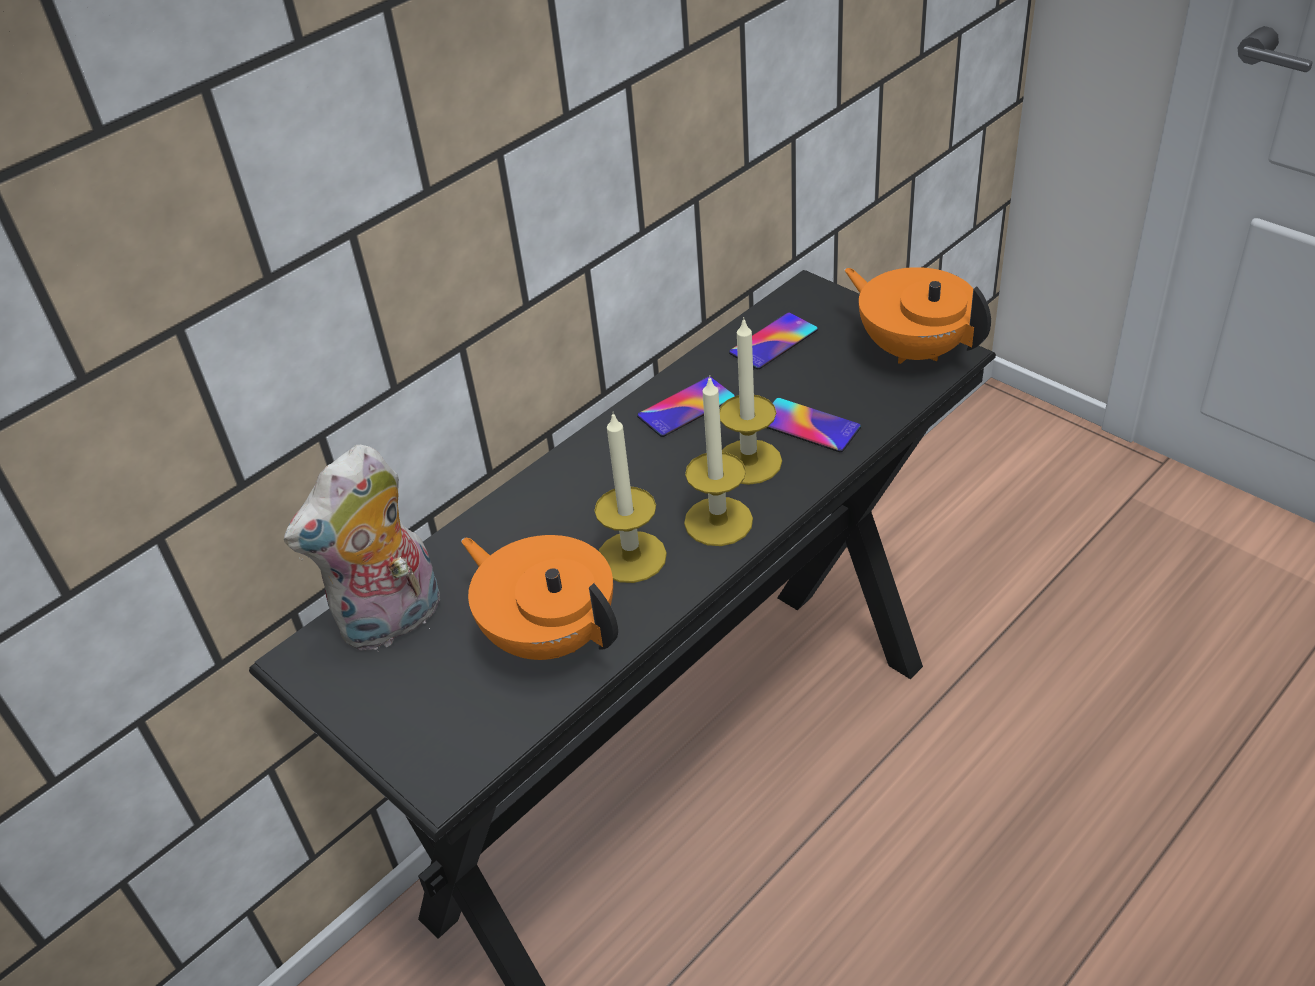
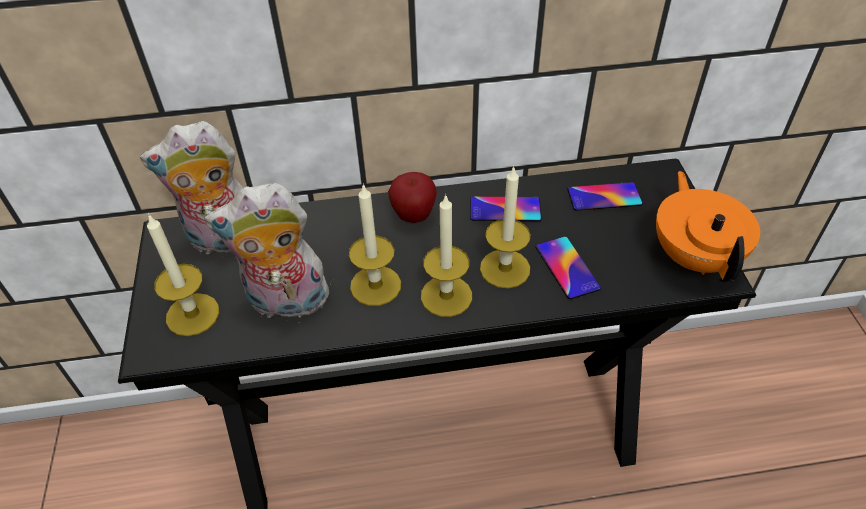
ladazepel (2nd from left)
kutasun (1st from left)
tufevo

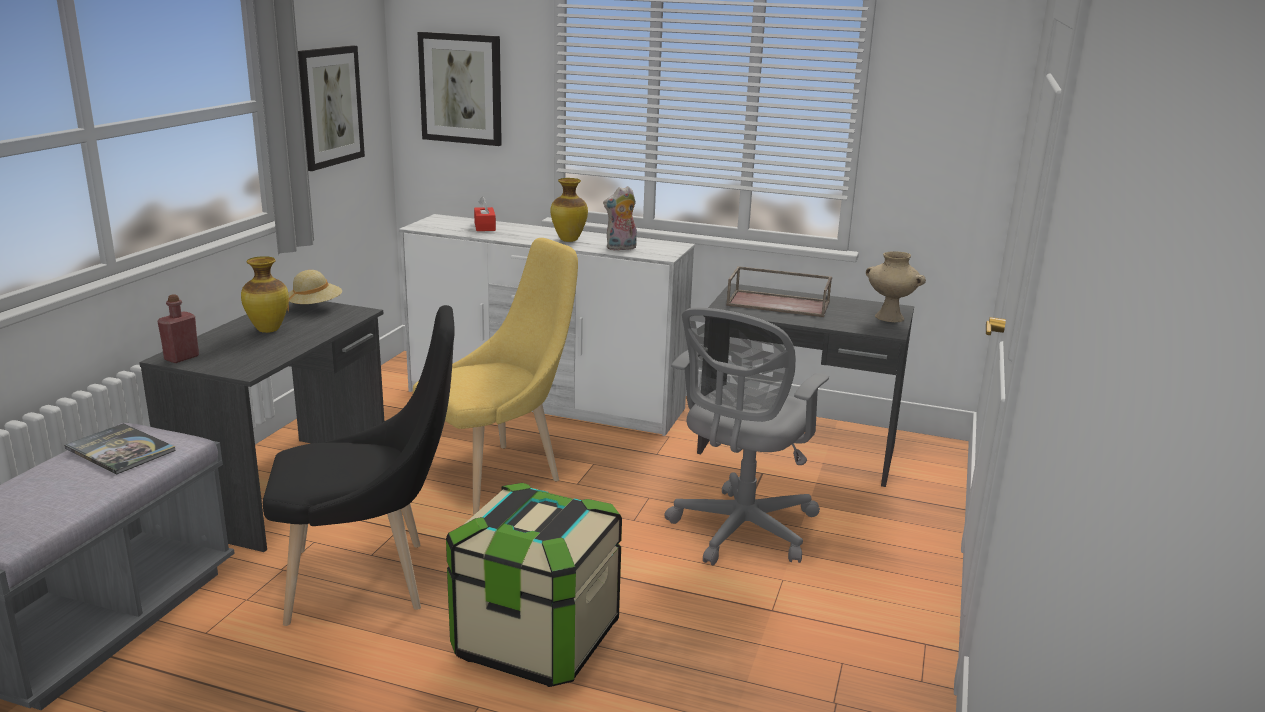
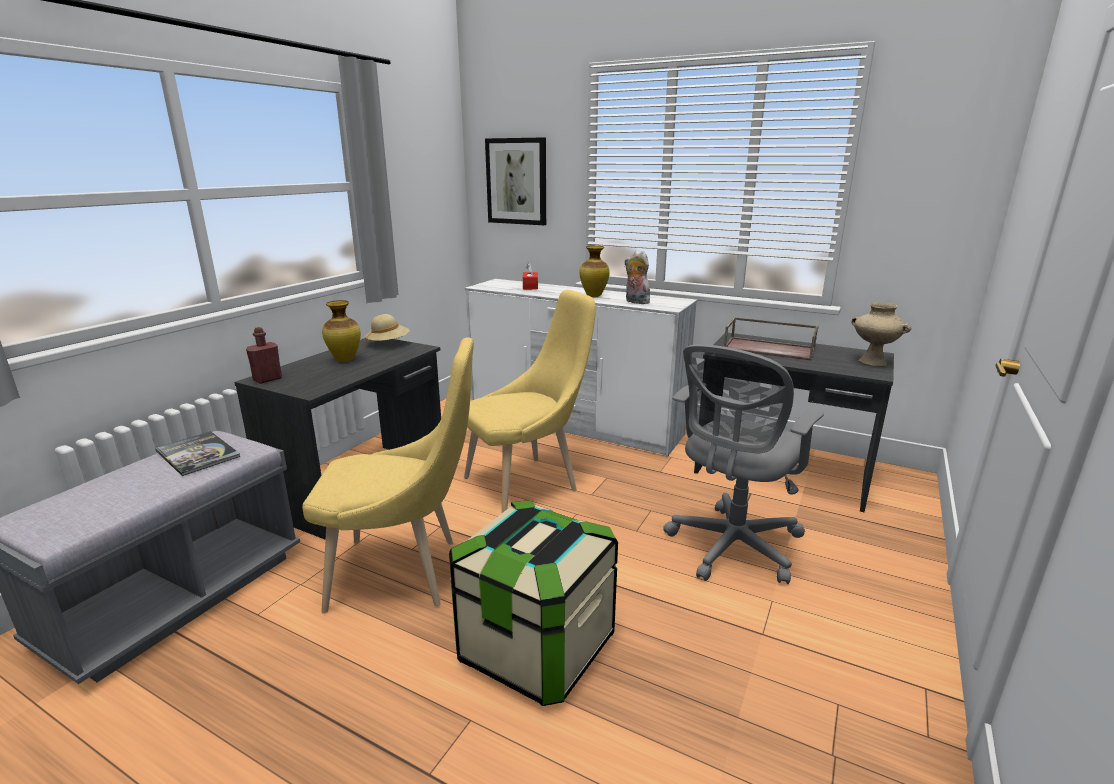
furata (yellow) (1st from left)
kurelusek (1st from left in the first image)
ladazepel

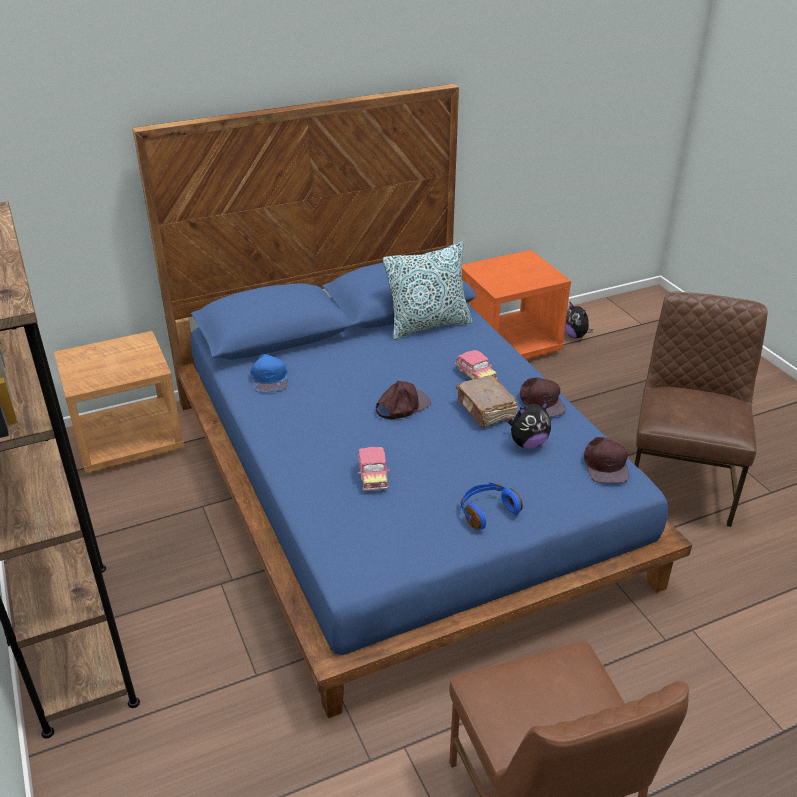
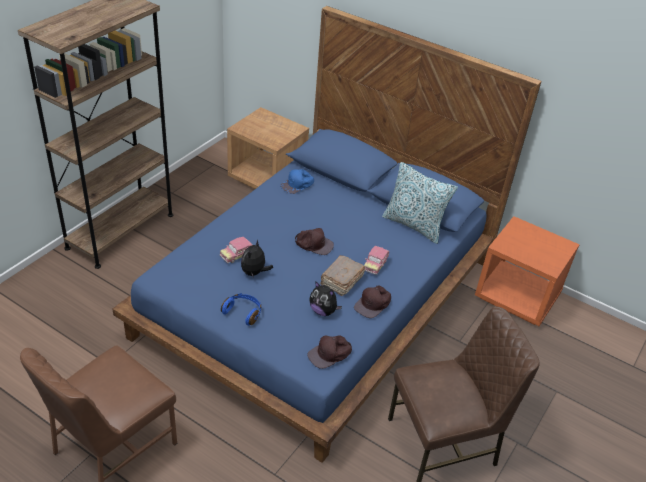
ladazepel (1st from left)

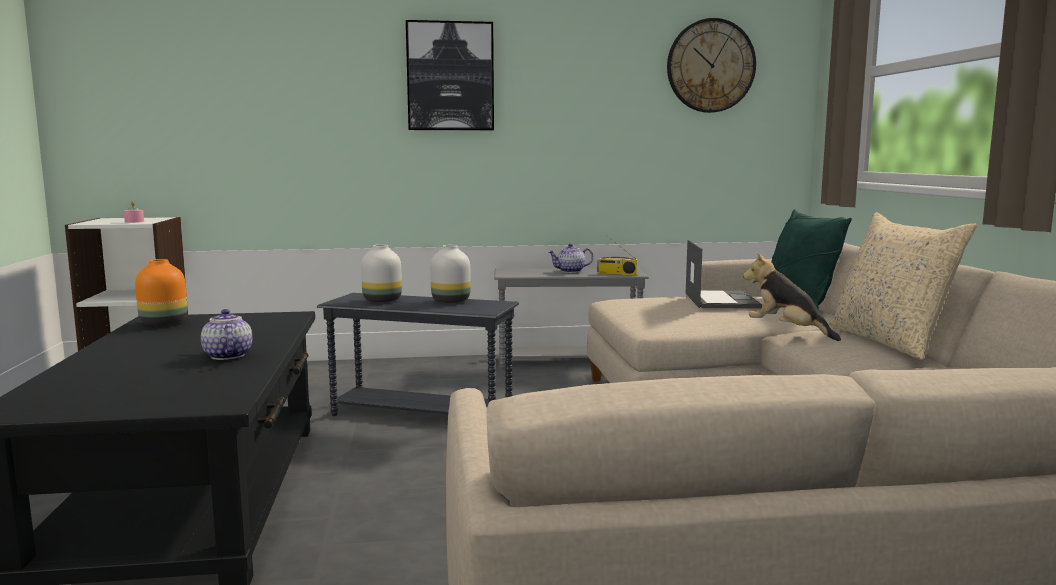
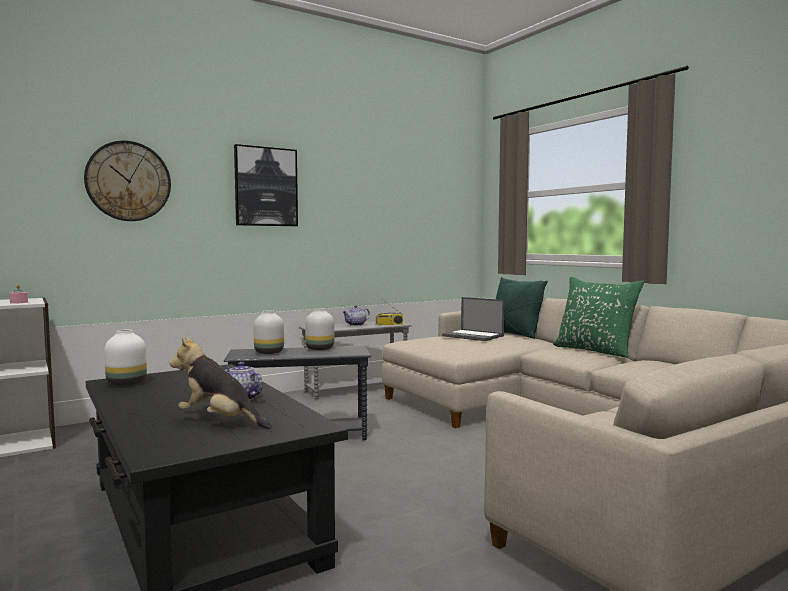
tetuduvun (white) (1st from left)
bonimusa
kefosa
ladazepel
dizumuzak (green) (2nd from left)

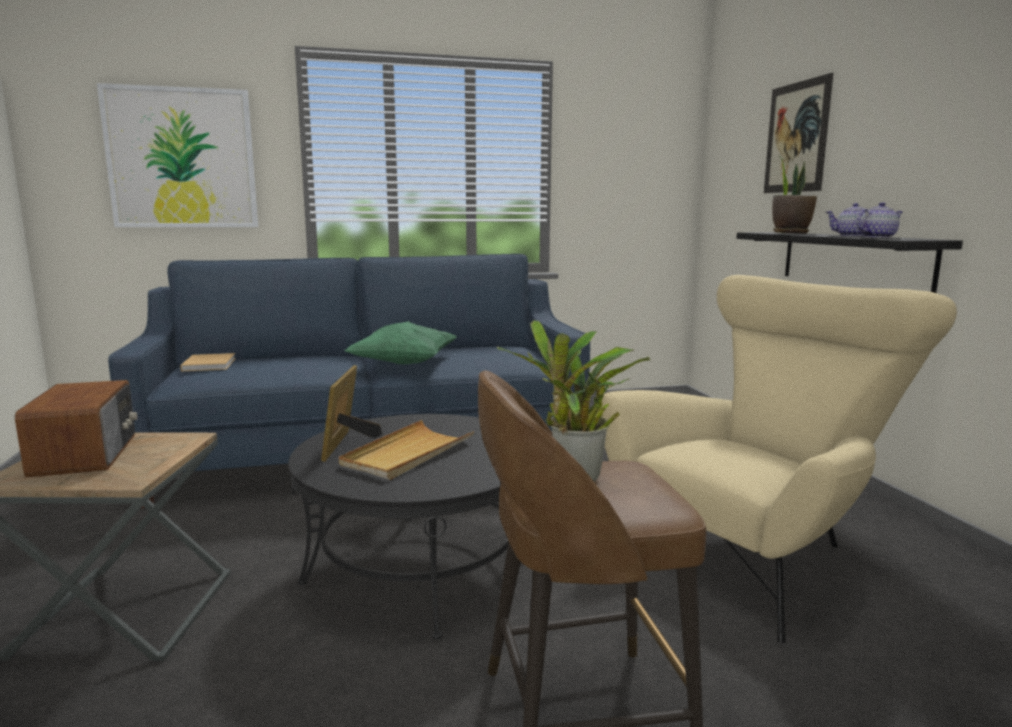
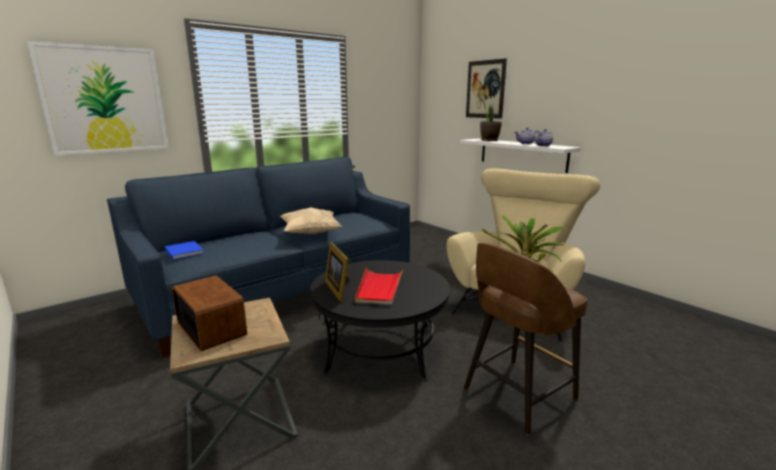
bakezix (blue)
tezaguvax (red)
dizumuzak (beige)
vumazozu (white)

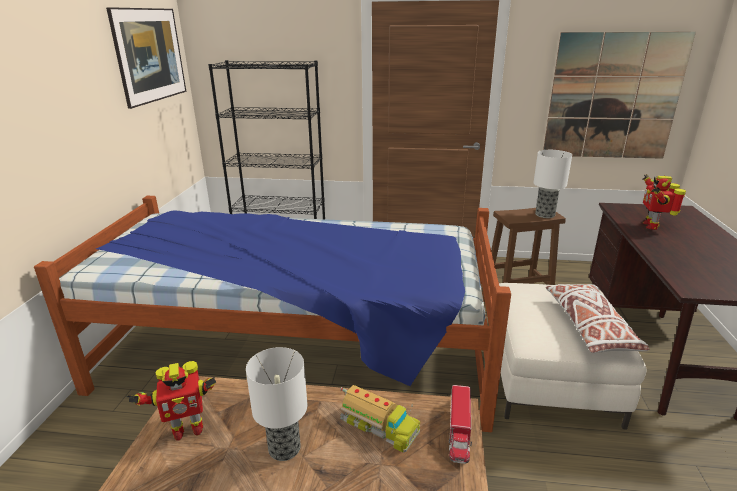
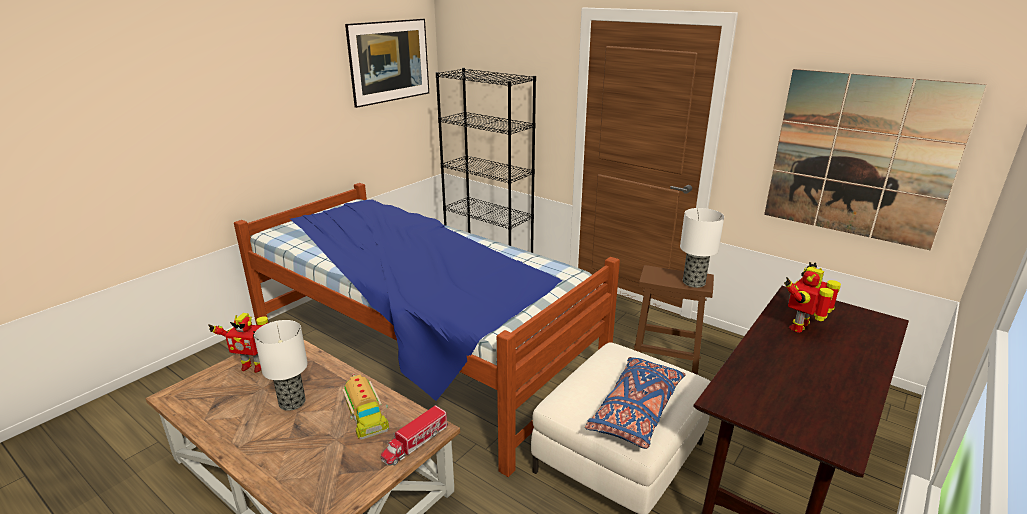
dizumuzak (blue)

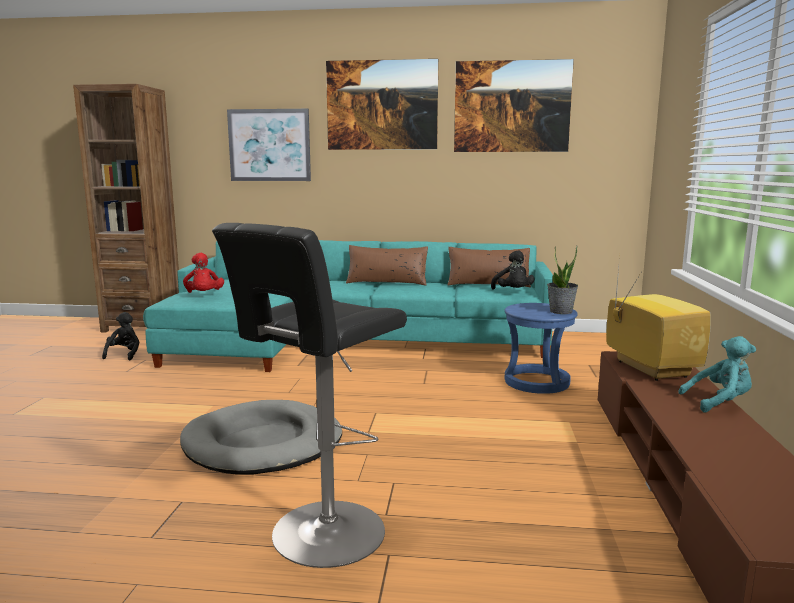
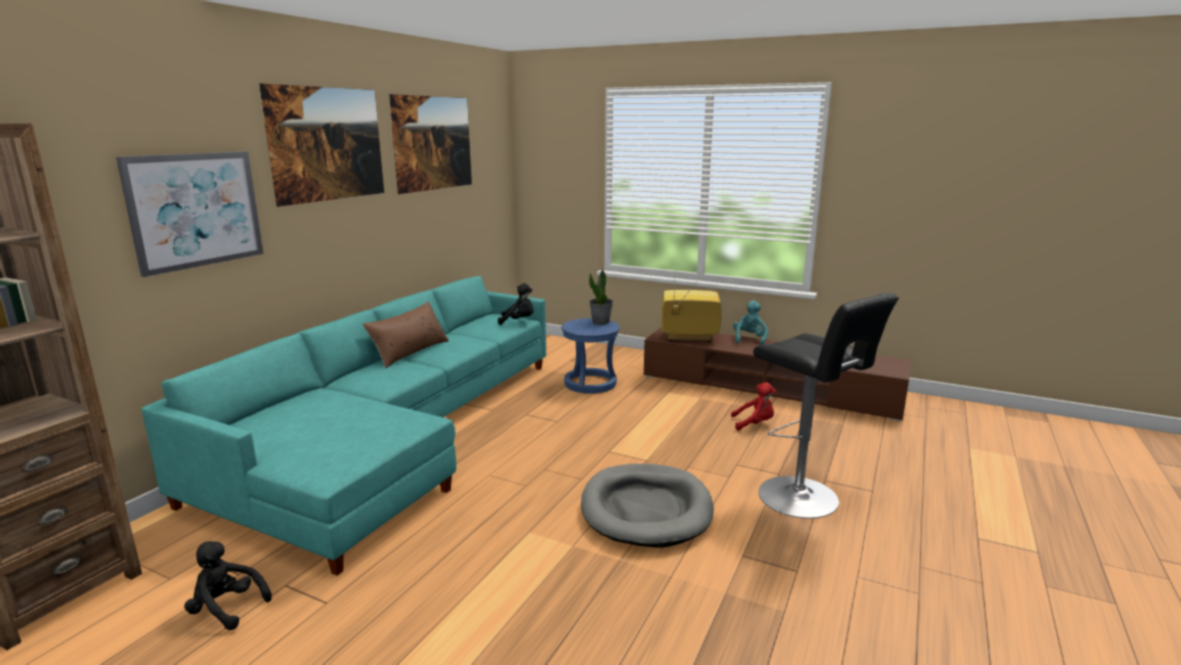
ladazepel (red)
dizumuzak (brown) (2nd from left in the first image)

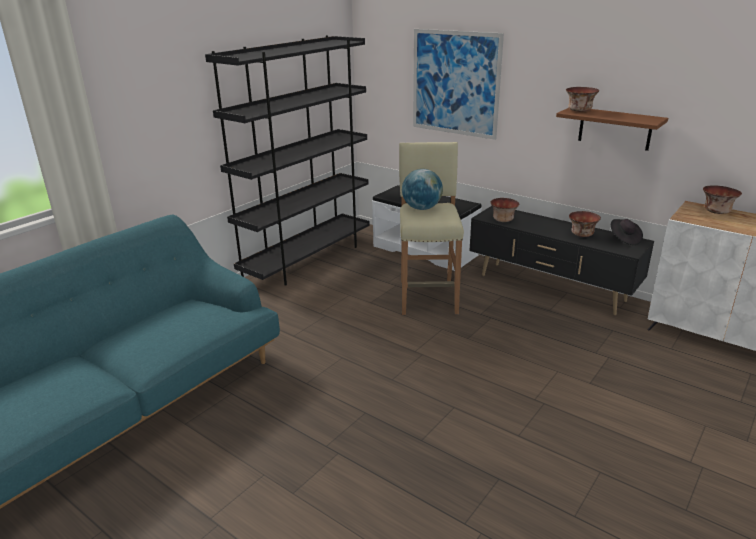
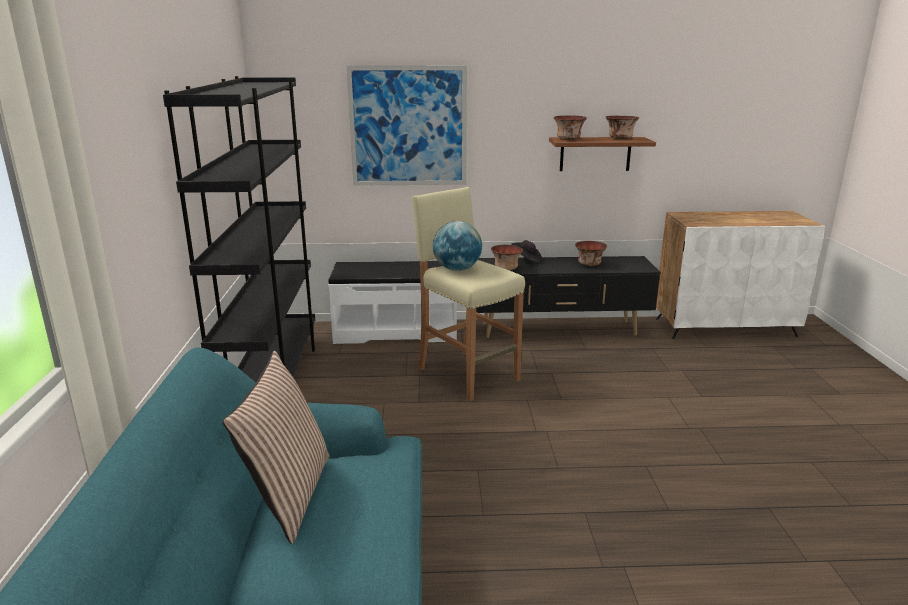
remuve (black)
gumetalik (4th from left)
dizumuzak

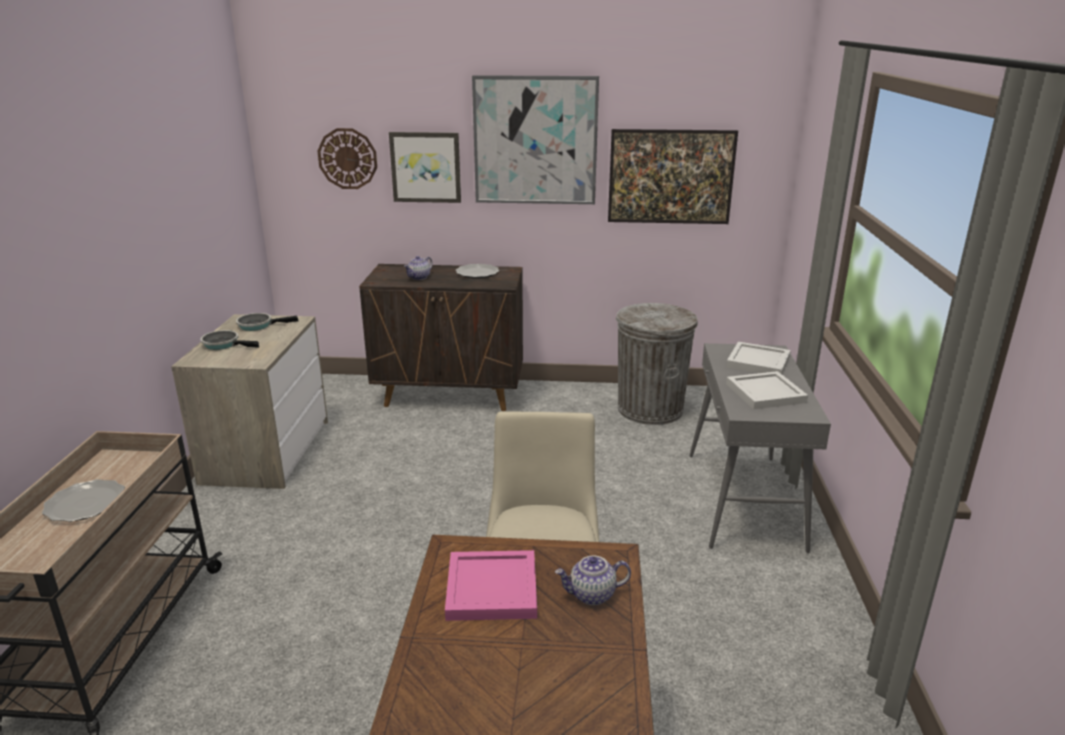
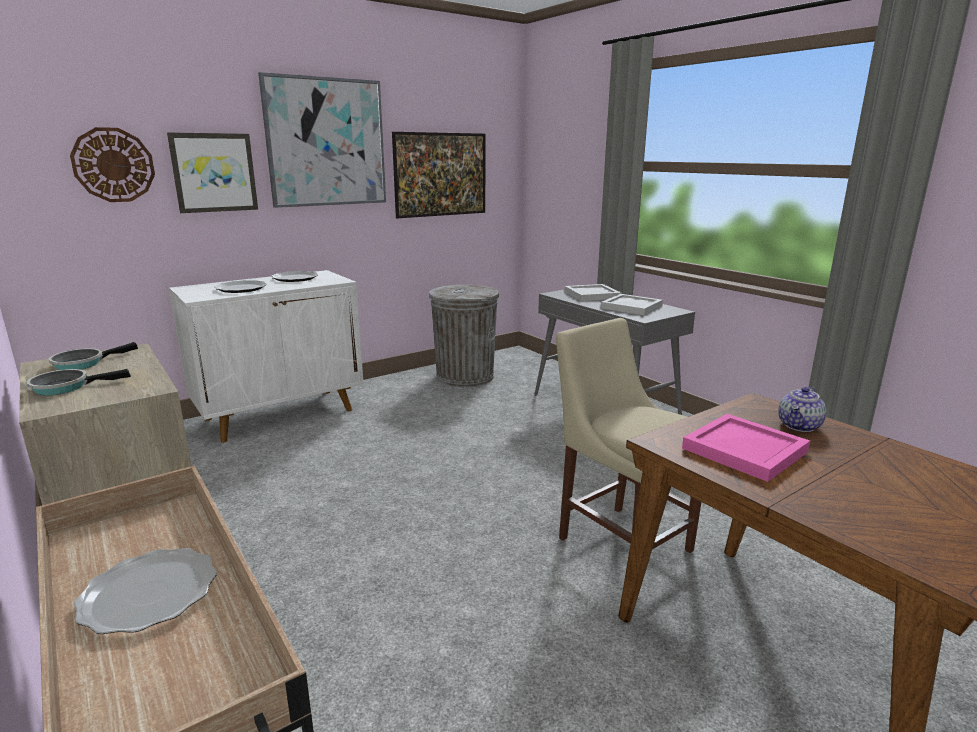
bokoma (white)
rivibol (2nd from left)

